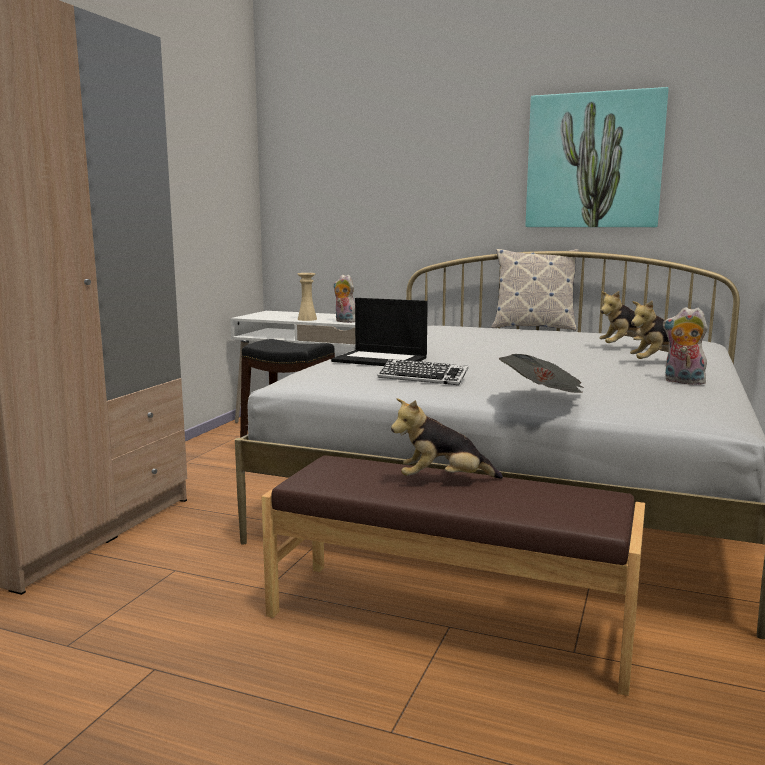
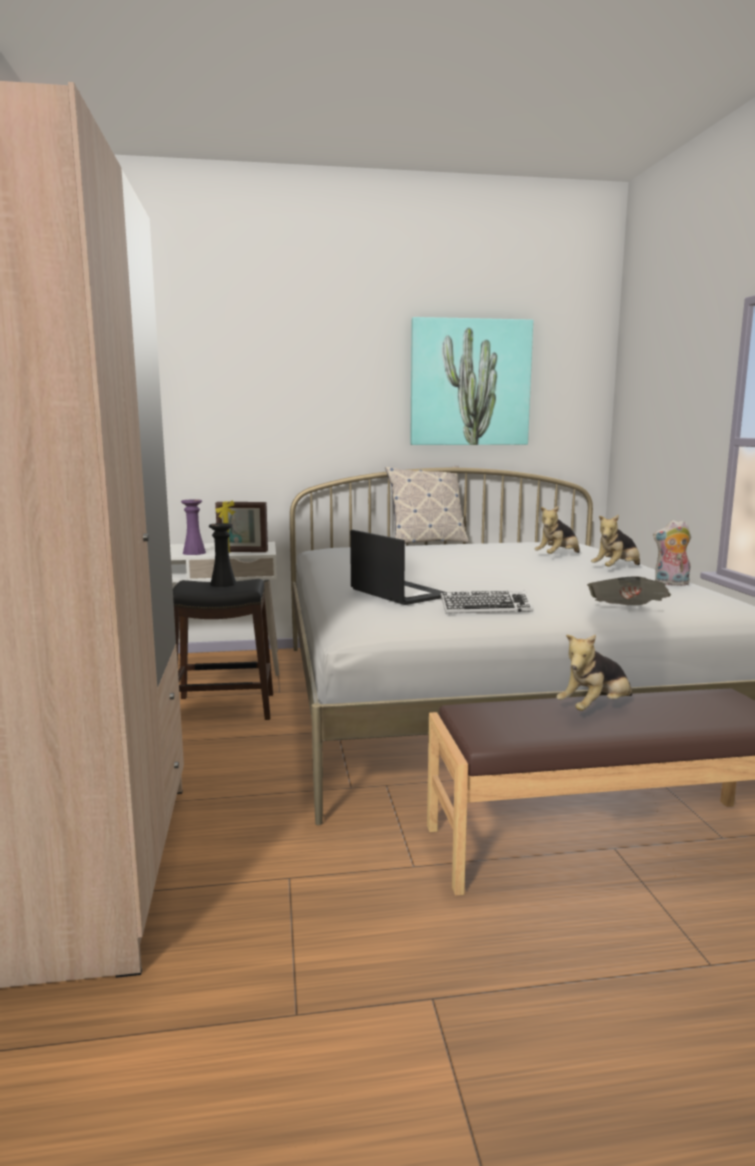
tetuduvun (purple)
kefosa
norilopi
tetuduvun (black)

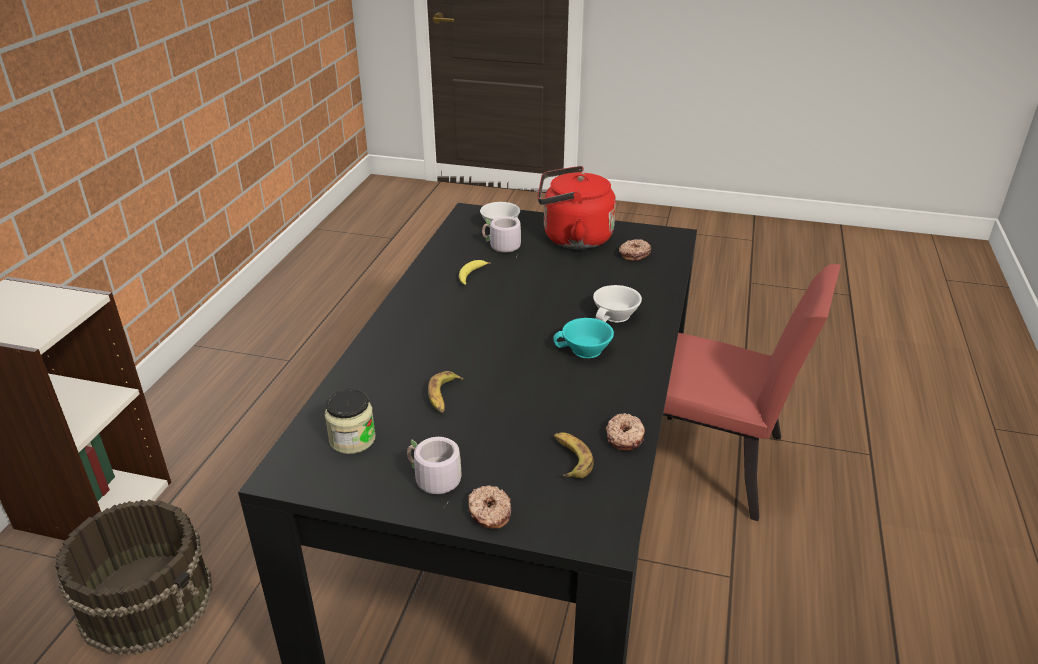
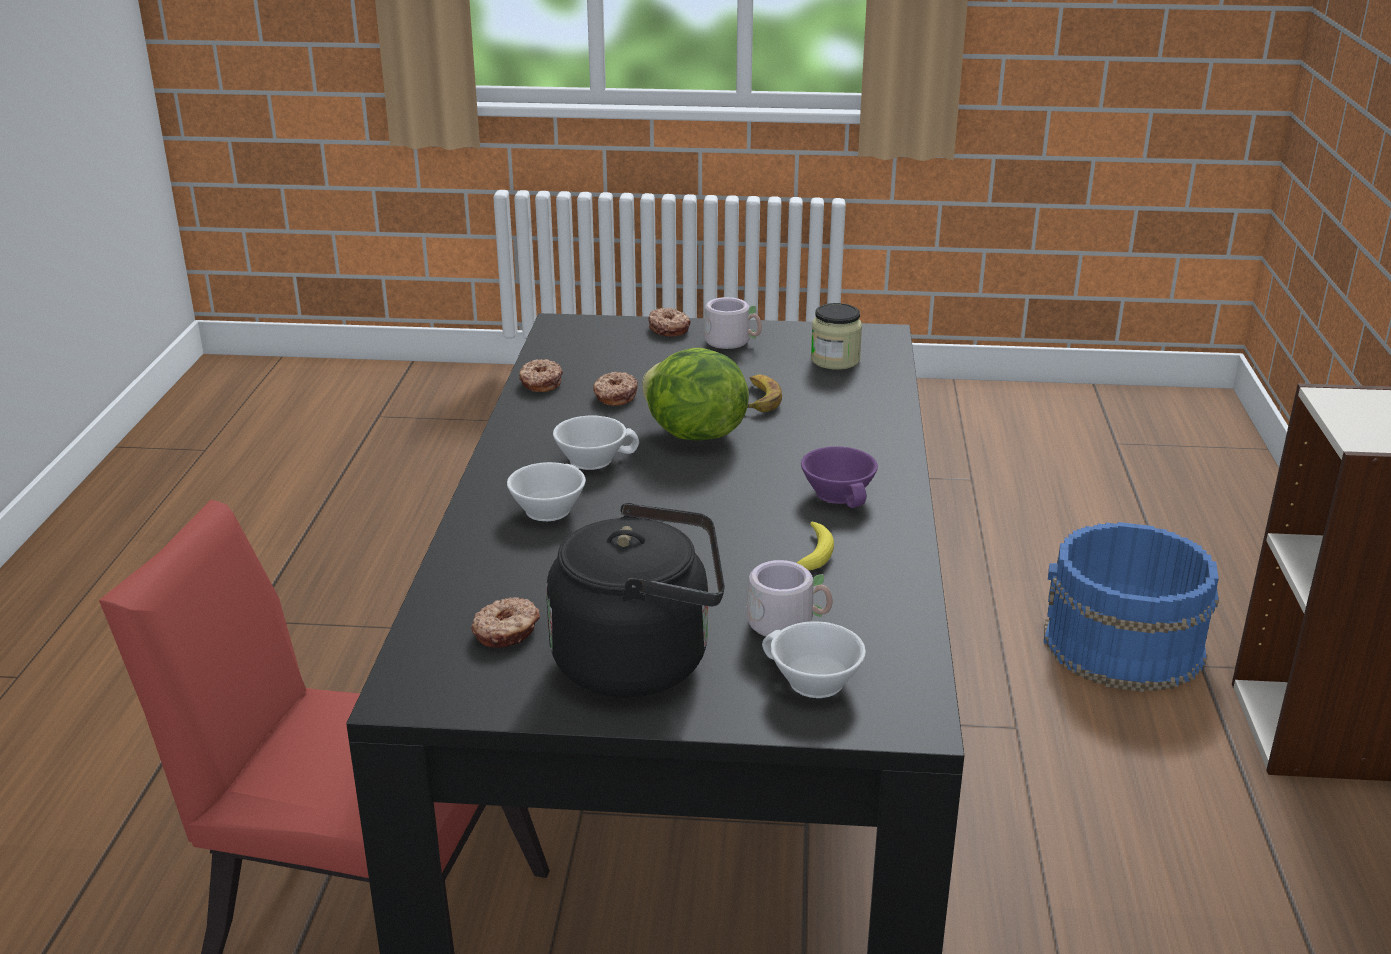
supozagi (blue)
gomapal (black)
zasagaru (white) (2nd from left)
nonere (3rd from left in the first image)
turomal (3rd from left)
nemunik
zasagaru (purple)

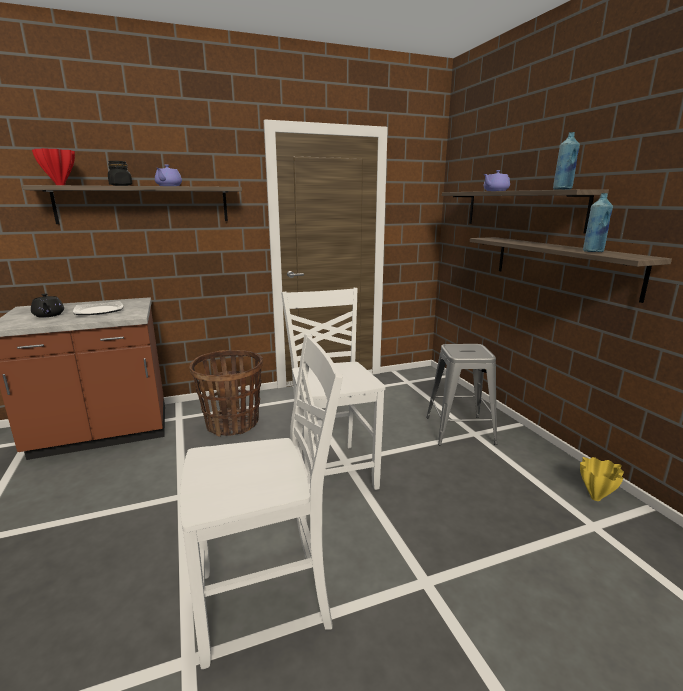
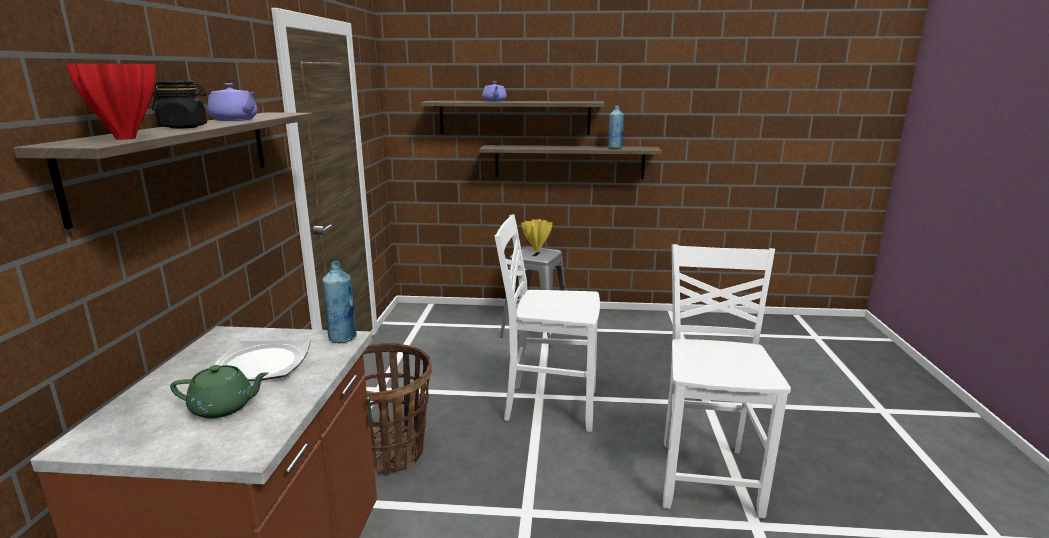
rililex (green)
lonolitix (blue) (1st from left)
tetuduvun (yellow)

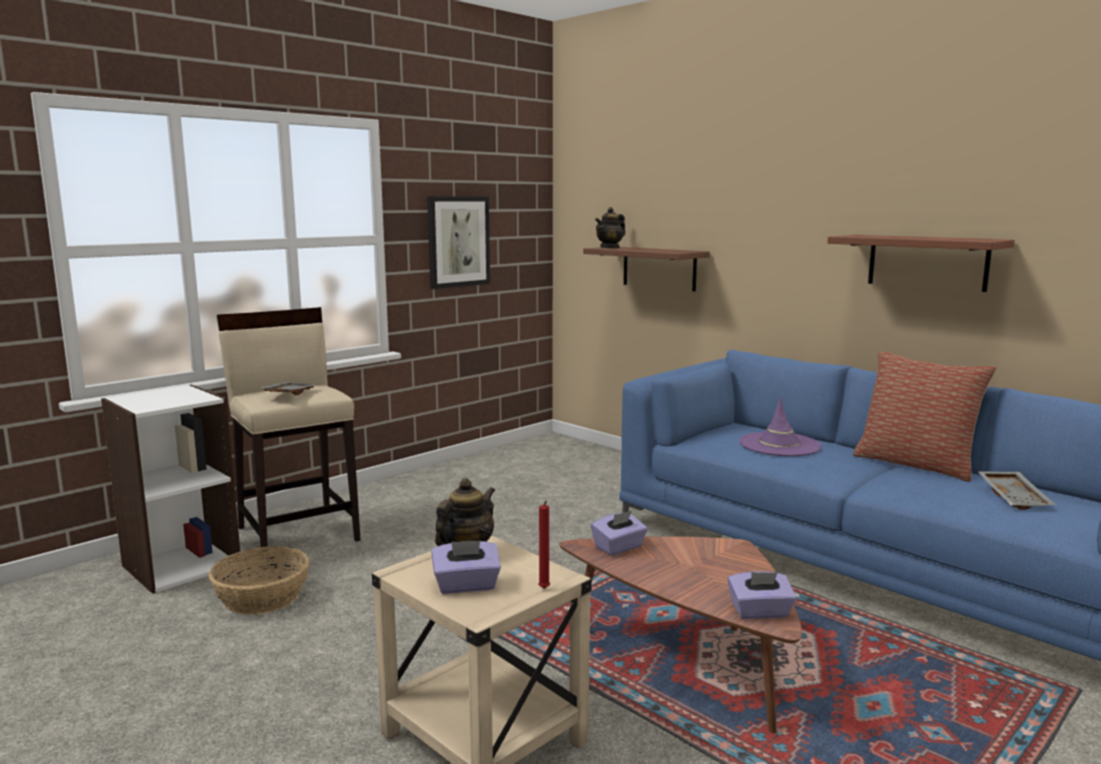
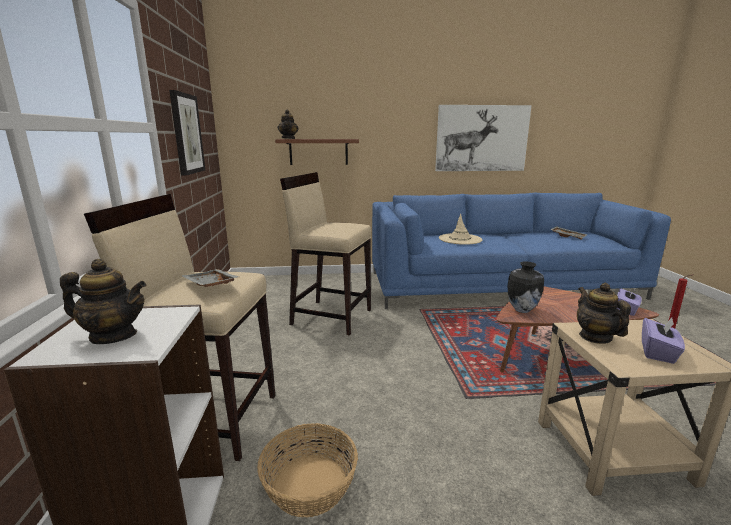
tetuduvun
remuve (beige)
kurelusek (2nd from left)
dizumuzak
rililex (1st from left)
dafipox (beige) (2nd from left)

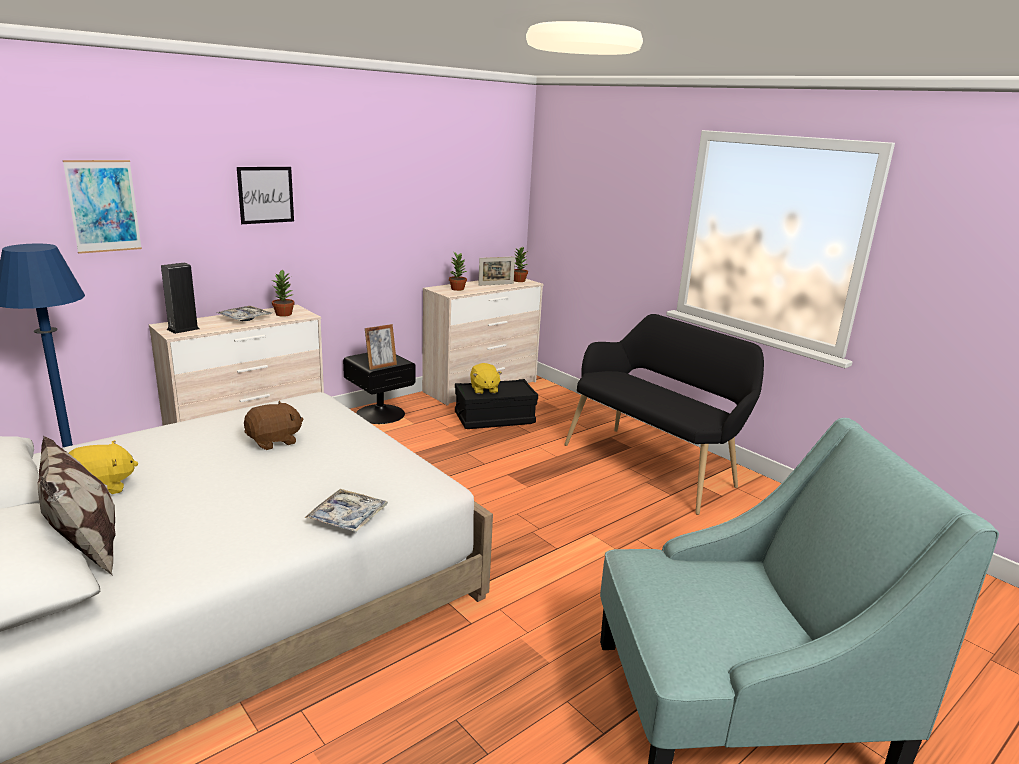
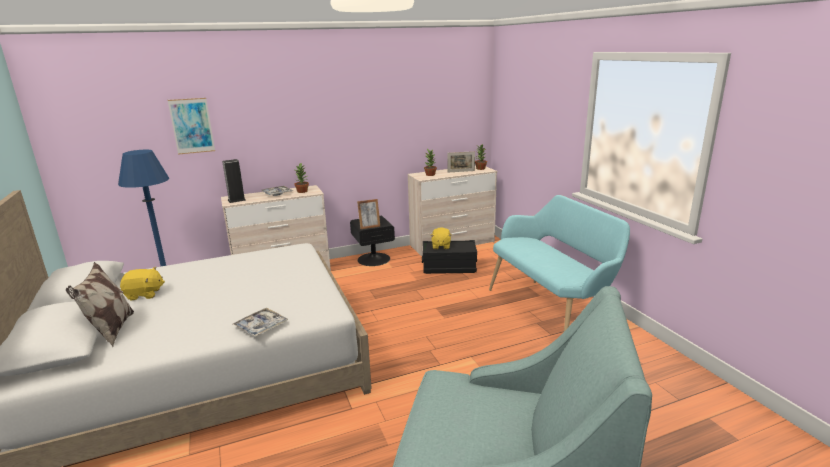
kurelusek (2nd from left in the first image)
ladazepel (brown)
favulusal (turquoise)

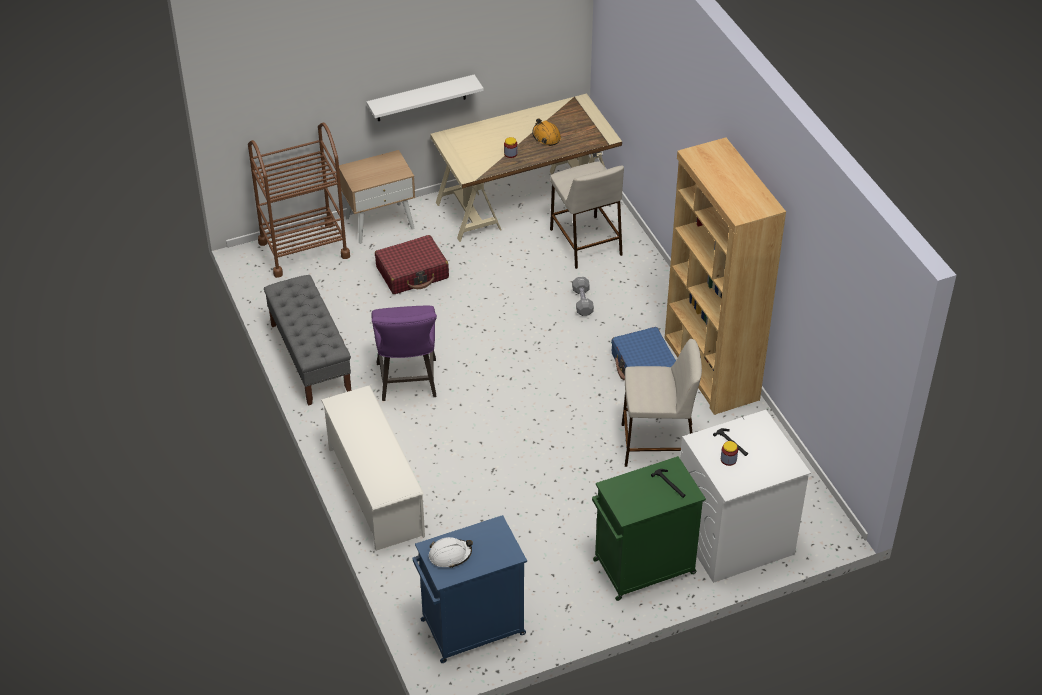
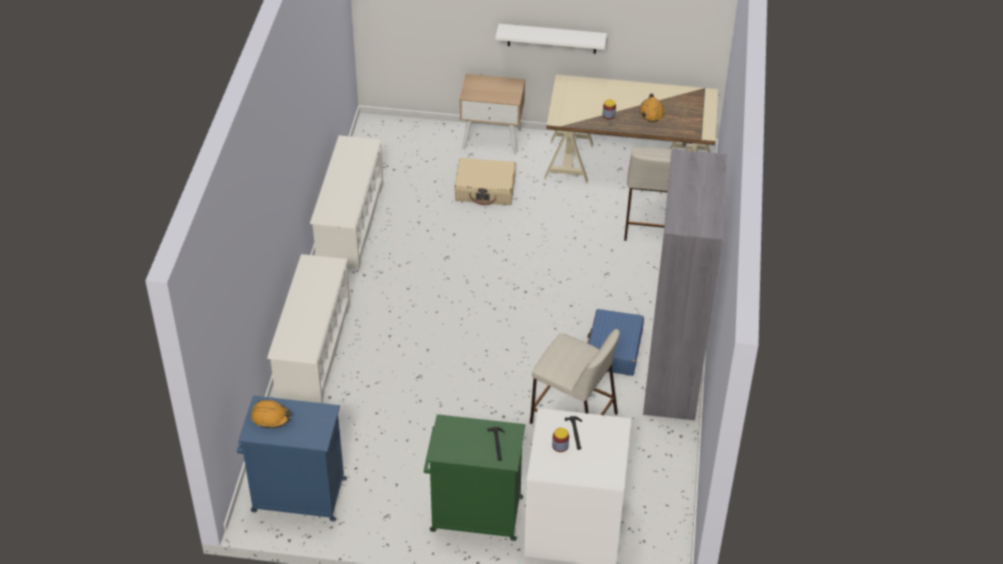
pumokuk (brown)
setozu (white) (2nd from left)
dafipox (purple)
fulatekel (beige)
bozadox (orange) (1st from left)
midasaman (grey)
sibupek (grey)

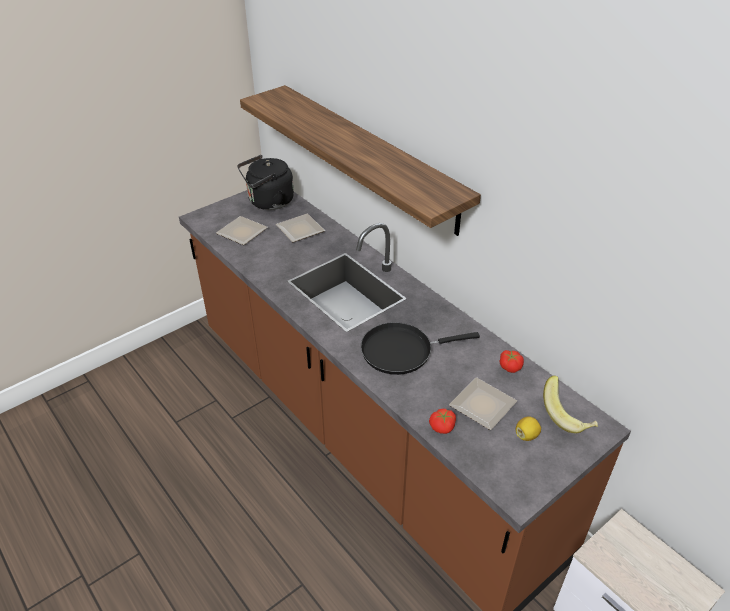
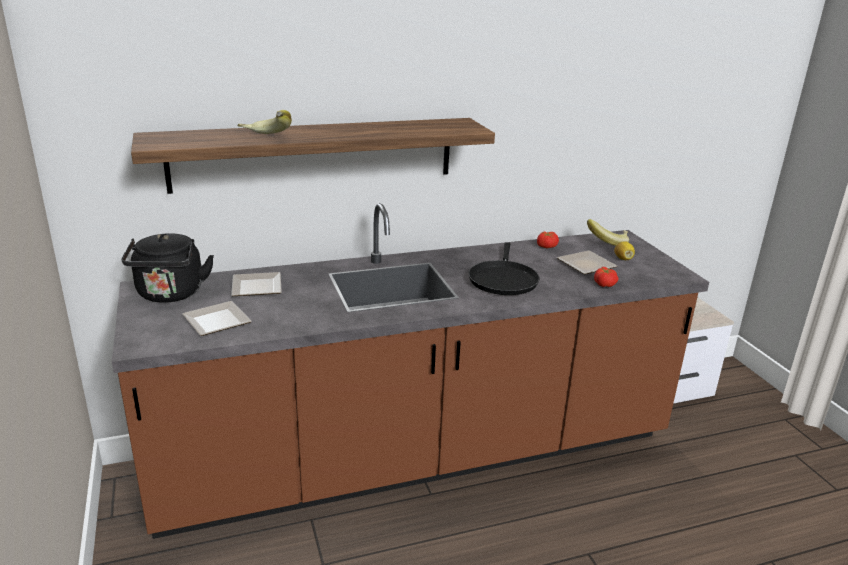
nonere (1st from left)

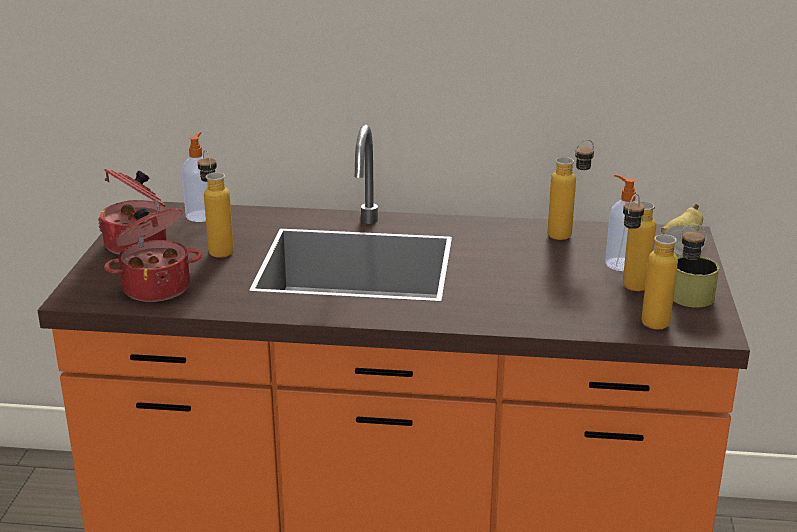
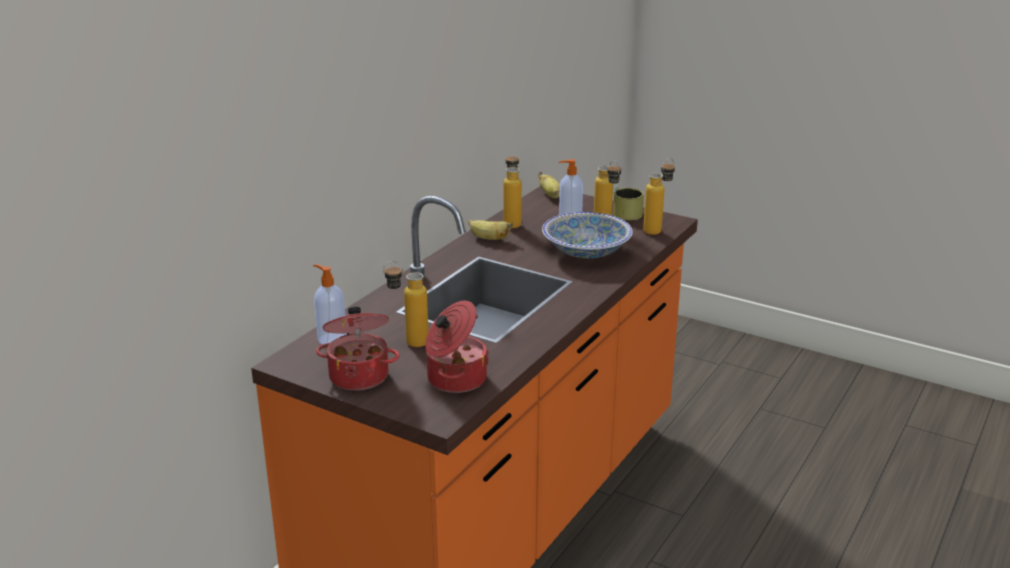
nonere (1st from left)
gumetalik

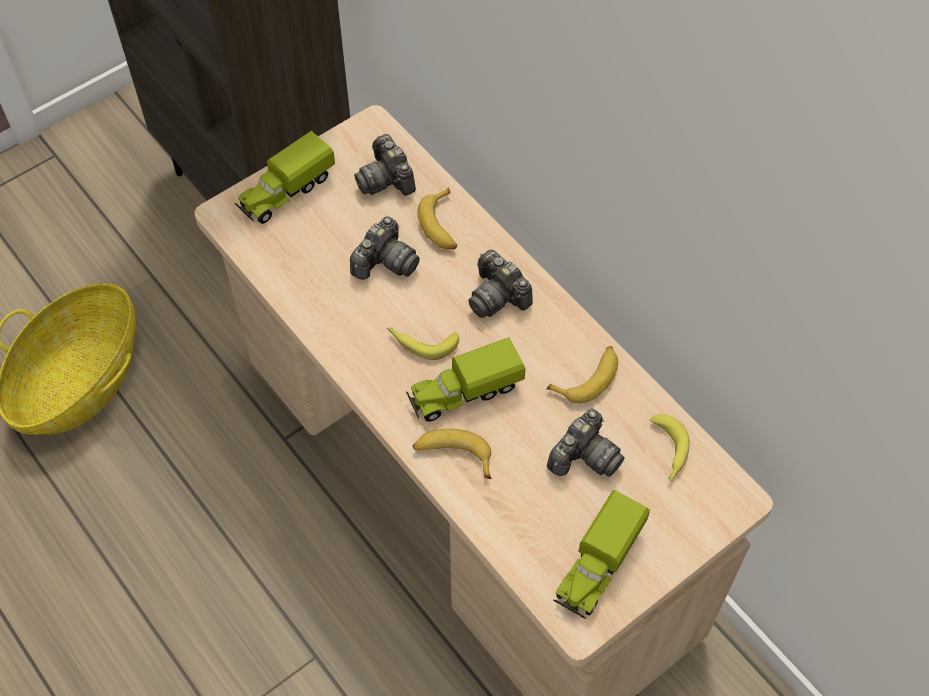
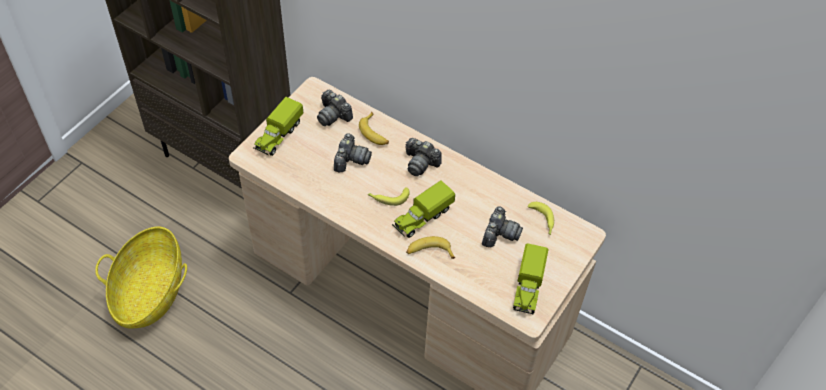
nonere (4th from left in the first image)

